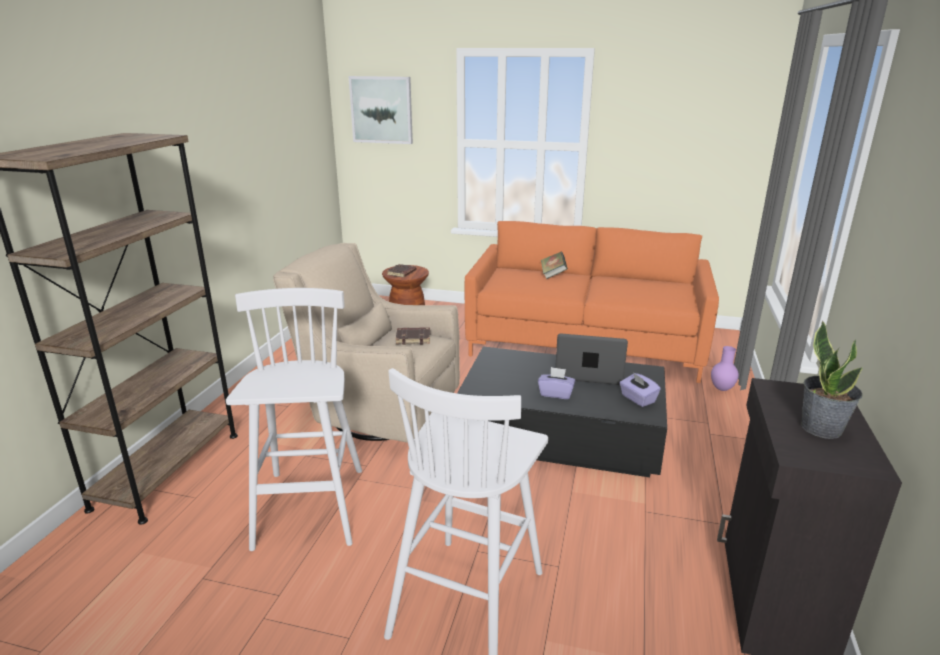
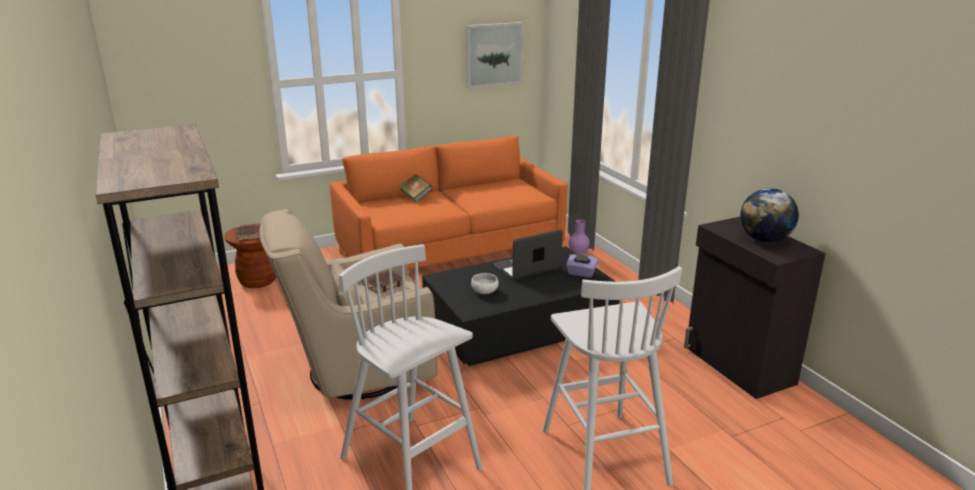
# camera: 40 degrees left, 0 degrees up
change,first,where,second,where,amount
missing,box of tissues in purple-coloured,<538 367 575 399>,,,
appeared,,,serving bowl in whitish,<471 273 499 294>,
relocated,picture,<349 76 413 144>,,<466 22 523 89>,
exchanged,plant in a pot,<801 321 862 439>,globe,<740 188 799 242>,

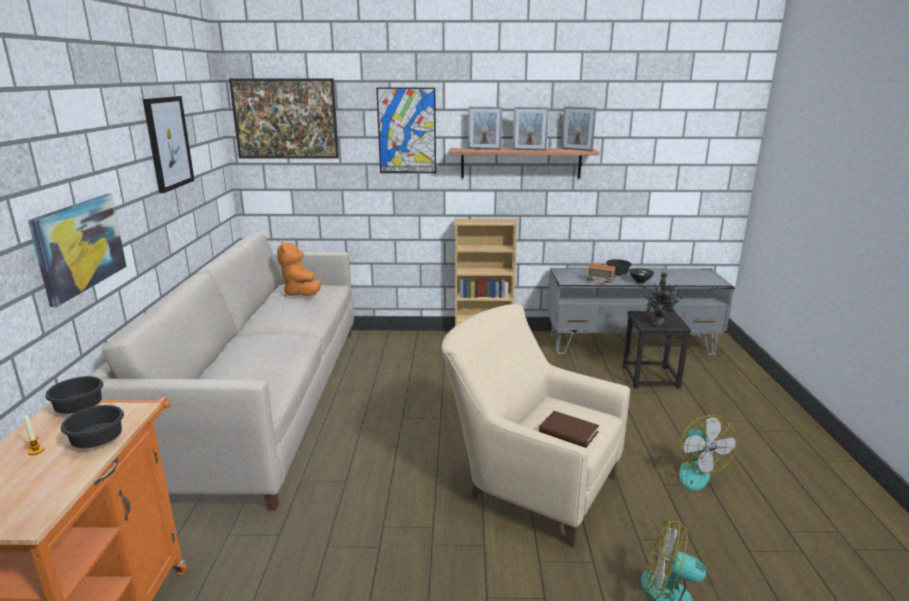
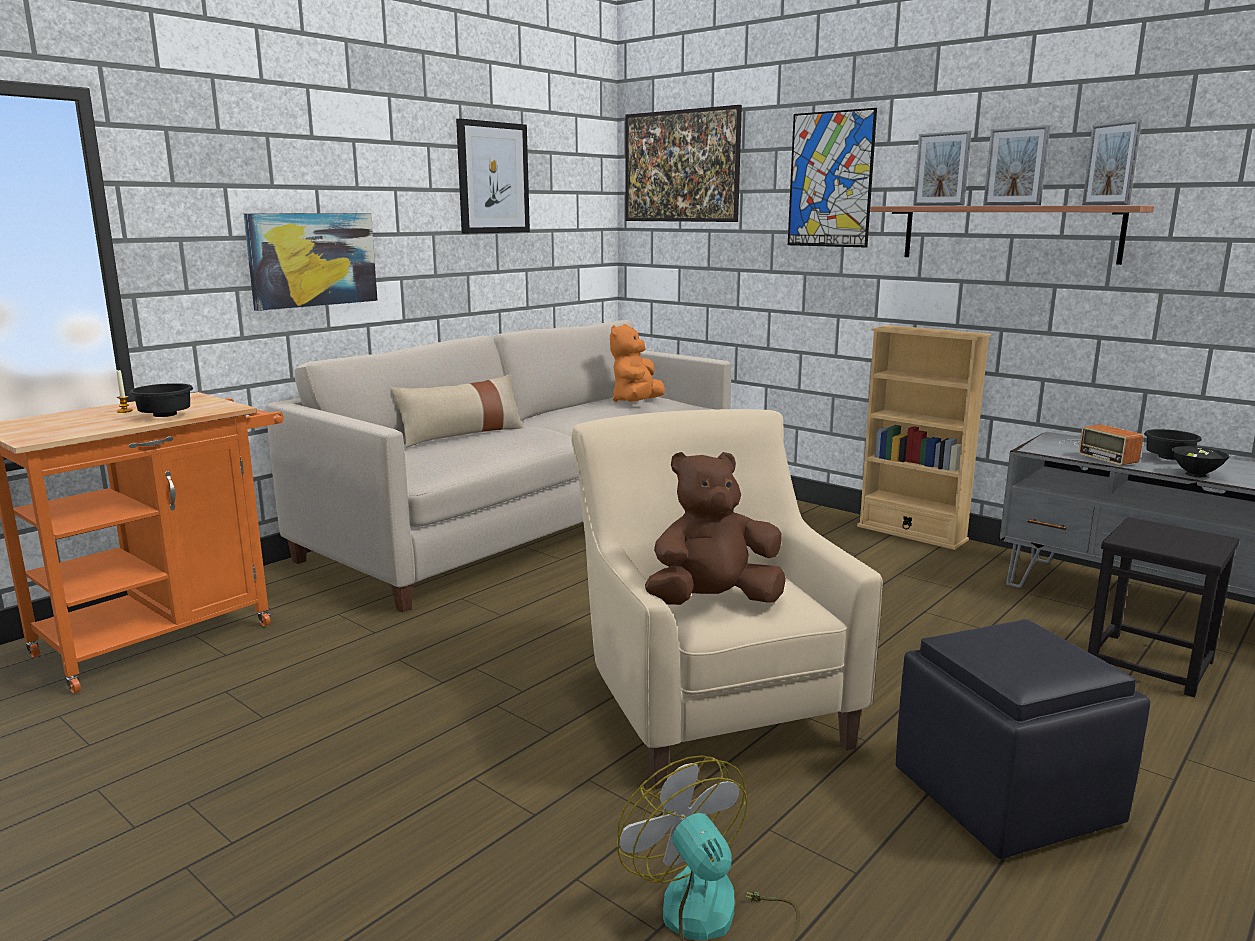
# camera: 40 degrees right, 5 degrees down
change,first,where,second,where,amount
missing,serving bowl in black-coloured,<45 376 103 414>,,,
missing,plant in a pot,<642 271 684 326>,,,
appeared,,,throw pillow in sand-coloured,<390 374 524 447>,
exchanged,bound book in brown-coloured,<539 411 599 448>,cuddly toy in brown-coloured,<645 452 786 605>,
exchanged,cooling fan,<652 415 737 491>,ottoman in black-coloured,<896 619 1150 859>,

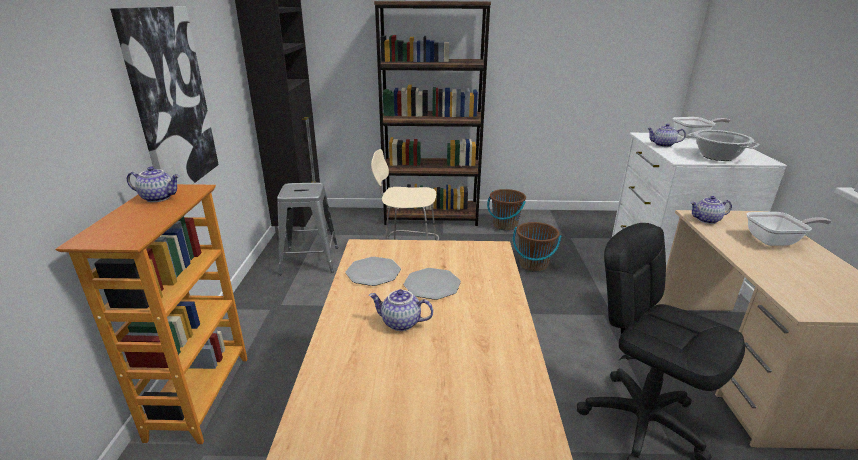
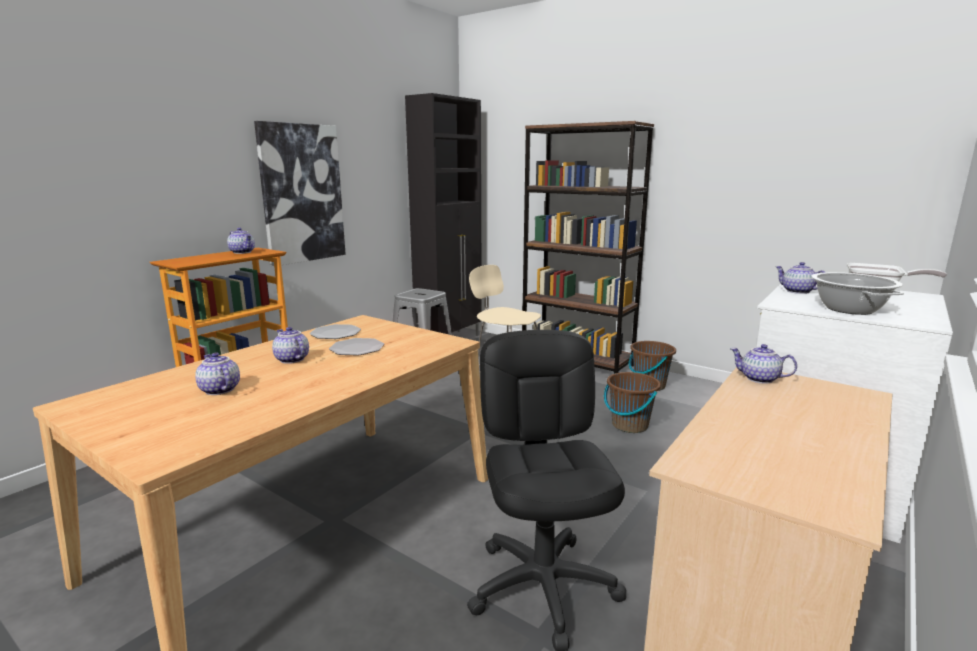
# camera: 35 degrees right, 10 degrees down
change,first,where,second,where,amount
missing,frying pan,<747 212 832 246>,,,
appeared,,,teapot,<195 353 240 395>,

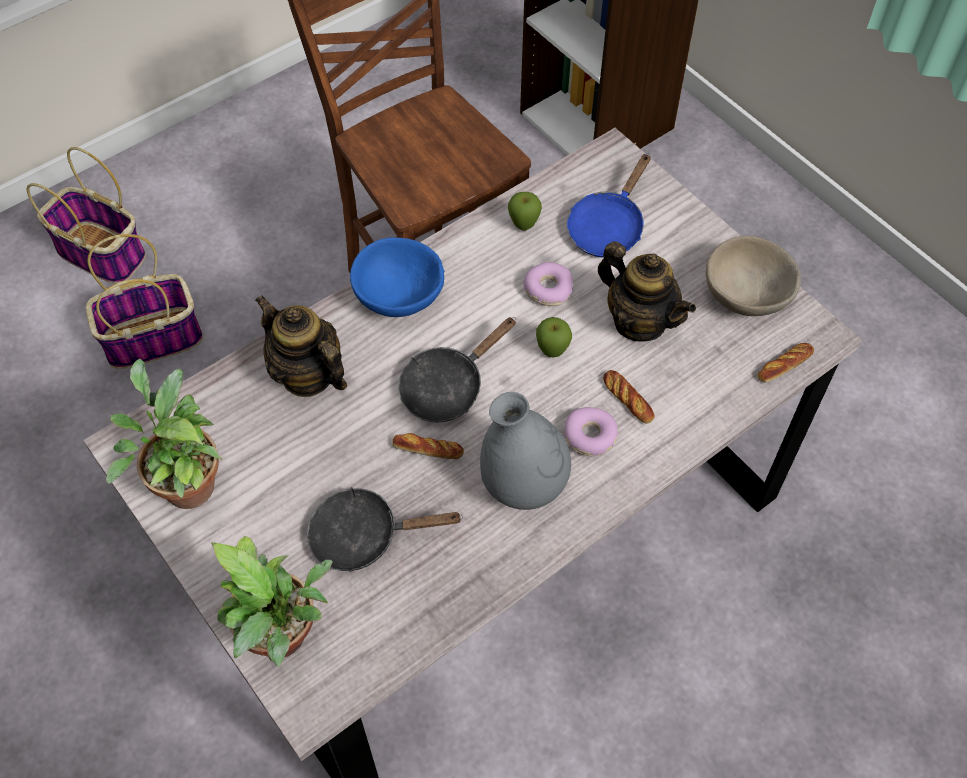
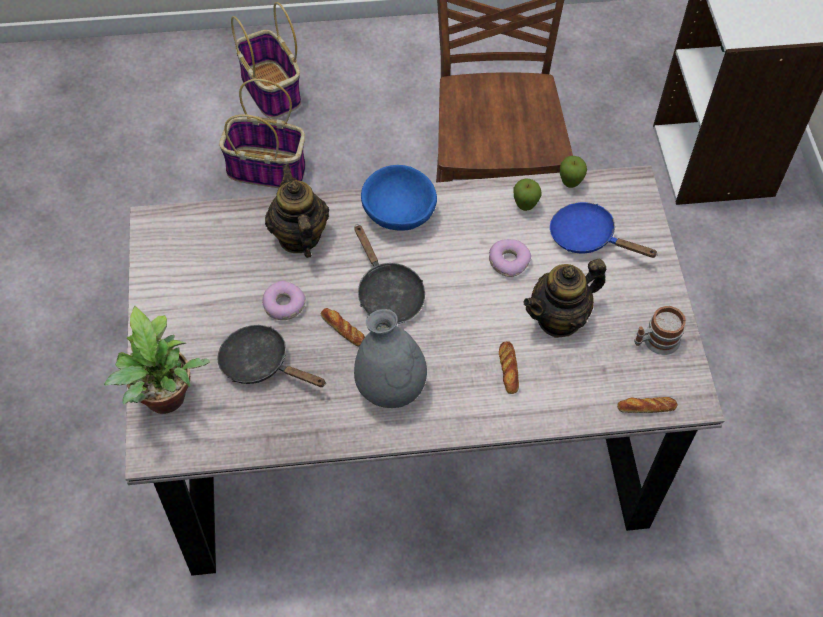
# camera: 30 degrees right, 0 degrees up
change,first,where,second,where,amount
missing,plant in a pot,<106 359 222 509>,,,
relocated,apple,<536 317 572 357>,,<560 156 587 188>,
relocated,donut,<564 407 618 456>,,<262 281 306 320>,
exchanged,serving bowl in sand-coloured,<706 236 801 316>,mug,<634 306 686 355>,
spun,frying pan in black-coloured,<398 317 516 422>,,<354 224 425 324>,105 degrees counterclockwise
spun,frying pan in bluish,<567 153 650 257>,,<550 202 658 258>,60 degrees clockwise
spun,teapot,<598 241 696 342>,,<523 259 606 338>,75 degrees clockwise

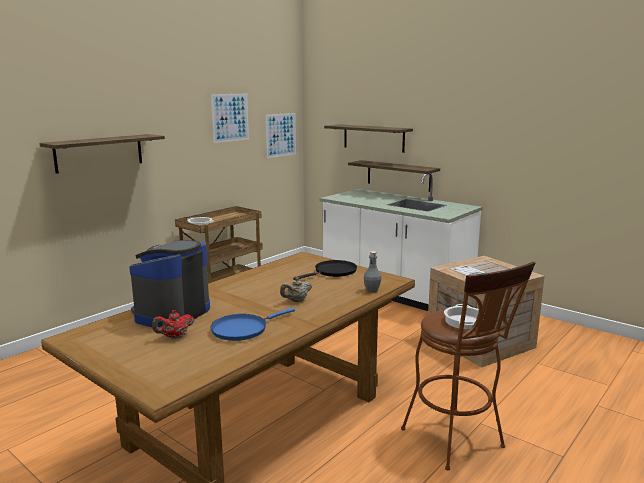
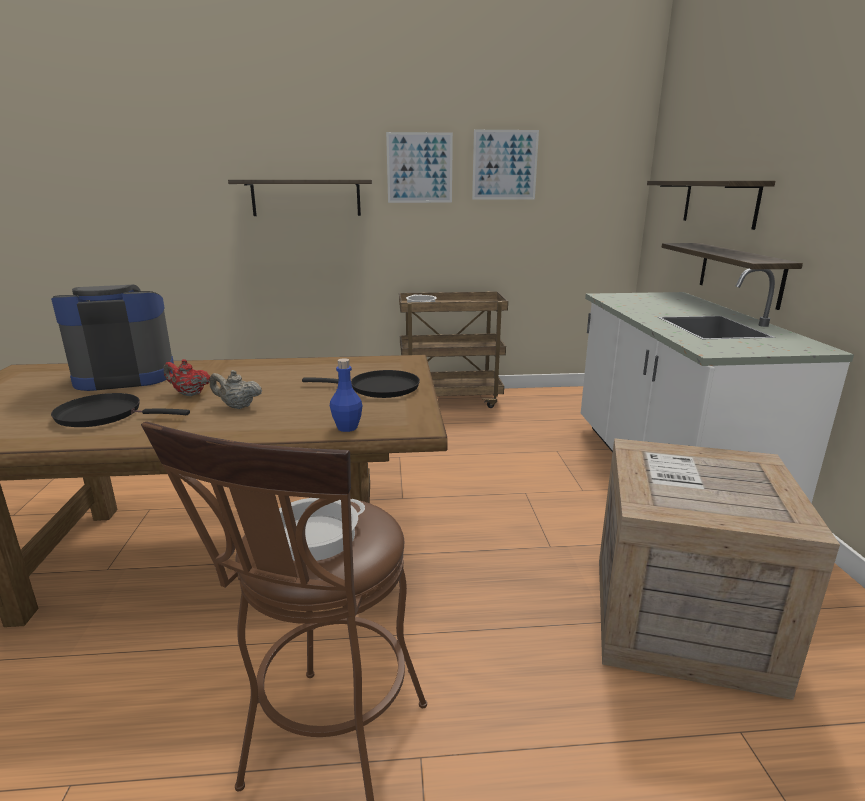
# camera: 45 degrees right, 5 degrees up
change,first,where,second,where,amount
relocated,teapot in red-coloured,<152 310 194 339>,,<164 359 210 396>,
relocated,picture,<265 113 296 158>,,<386 132 453 203>,
colour,frying pan in bluish,<211 308 295 341>,frying pan in black-coloured,<51 393 190 427>,
colour,bottle in grey,<364 251 381 292>,bottle in bluish,<330 358 363 432>,

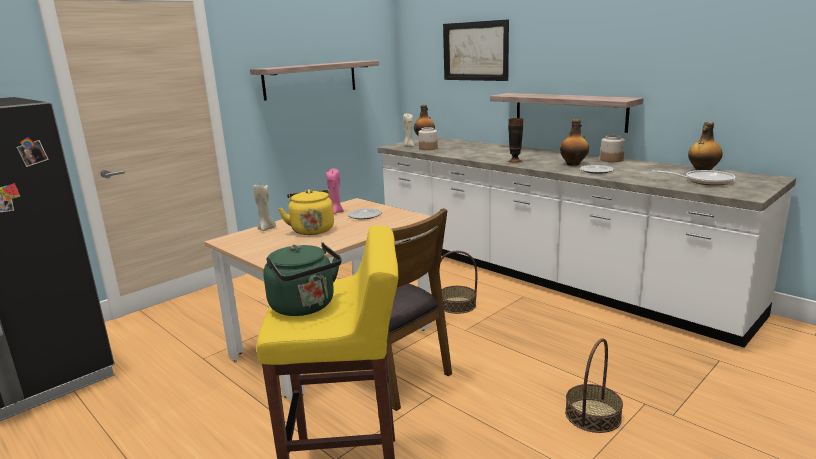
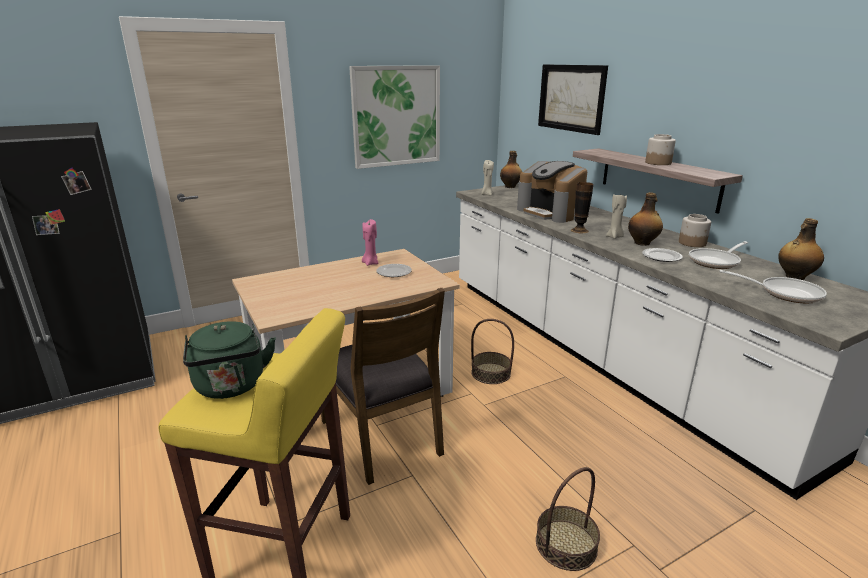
# camera: 15 degrees right, 5 degrees up
change,first,where,second,where,amount
missing,kettle in yellowish,<278 189 334 235>,,,
appeared,,,coffee maker,<517 161 587 223>,
appeared,,,frying pan,<689 241 748 269>,
relocated,wax candle in sand-coloured,<253 184 276 231>,,<606 193 627 239>,
relocated,storage jar,<418 127 438 150>,,<645 134 676 165>,
exchanged,bracket shelf,<250 61 379 101>,picture,<349 65 440 169>,

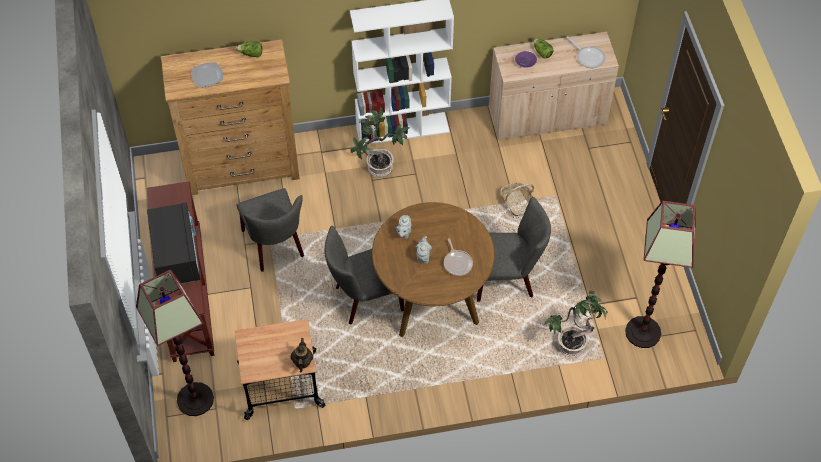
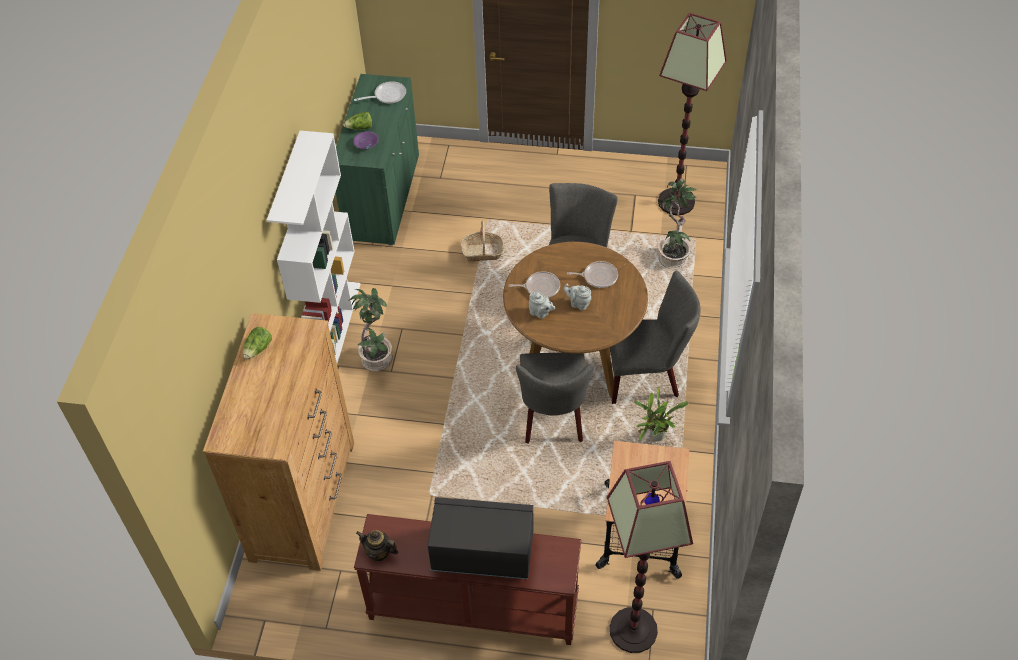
# camera: 70 degrees left, 5 degrees down
change,first,where,second,where,amount
missing,plate,<192 62 223 87>,,,
appeared,,,frying pan,<508 271 560 298>,
appeared,,,plant in a pot,<634 387 689 442>,
relocated,chair in grey,<237 188 304 272>,,<610 271 701 404>,
relocated,teapot,<290 338 313 372>,,<356 530 398 562>,
colour,cupboard in sand-coloured,<489 32 619 140>,cupboard in green-coloured,<336 74 419 246>,

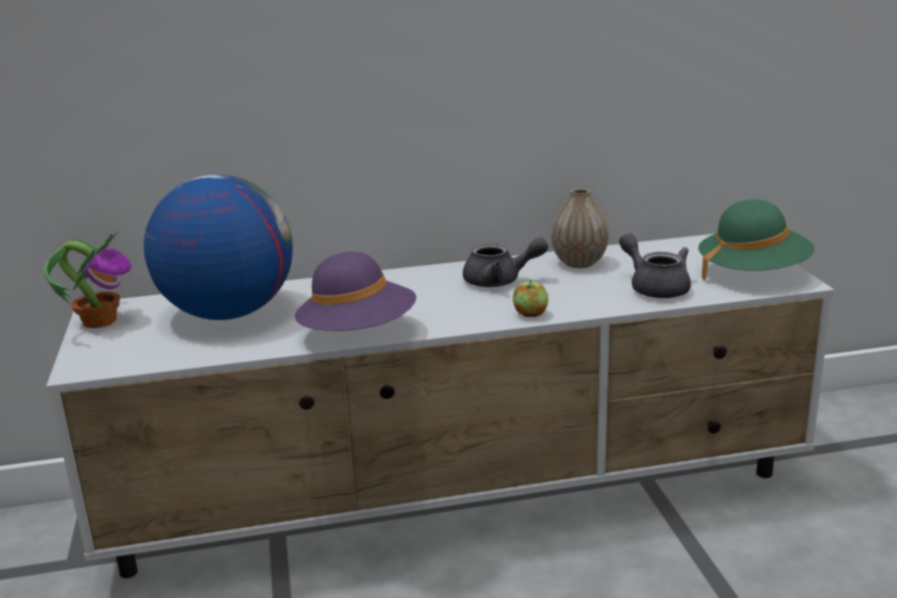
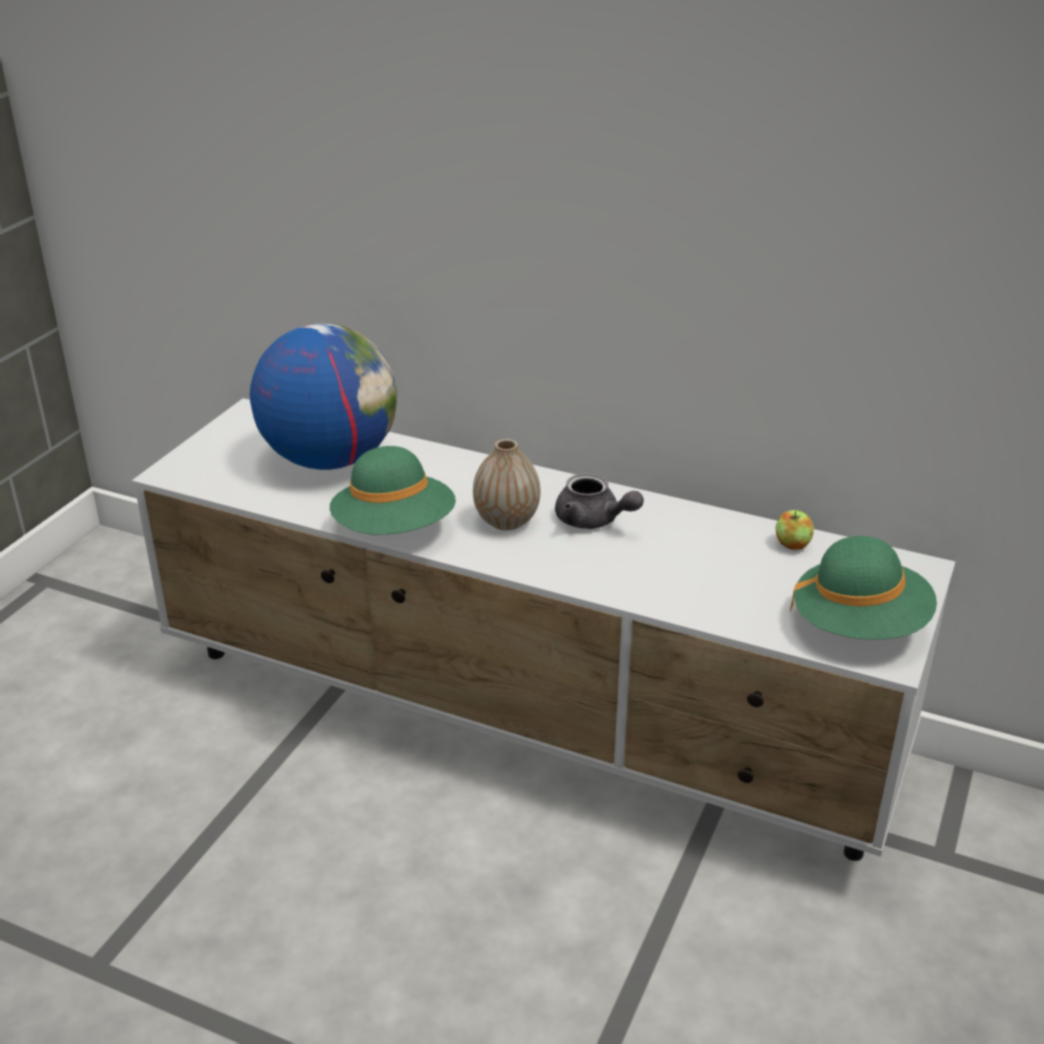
# camera: 35 degrees right, 10 degrees up
change,first,where,second,where,amount
missing,plant in a pot,<44 231 131 328>,,,
missing,teapot in grey,<619 233 691 298>,,,
relocated,apple,<513 280 548 317>,,<776 510 814 550>,
relocated,vase,<551 188 609 268>,,<473 439 540 530>,
colour,wearable hat in purple-coloured,<295 252 416 331>,wearable hat in green-coloured,<330 446 456 535>,

